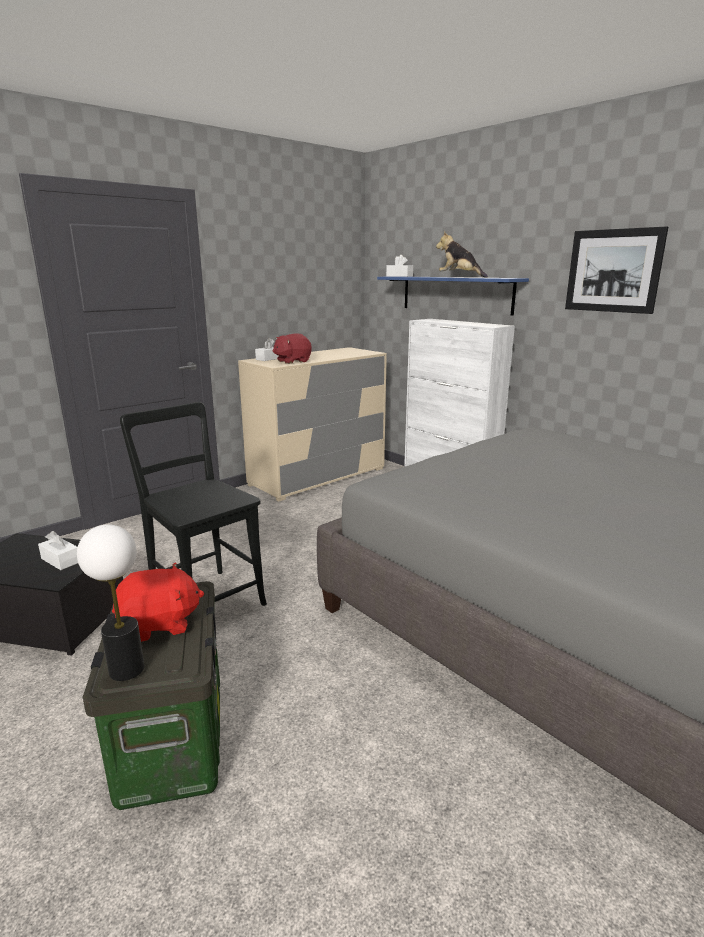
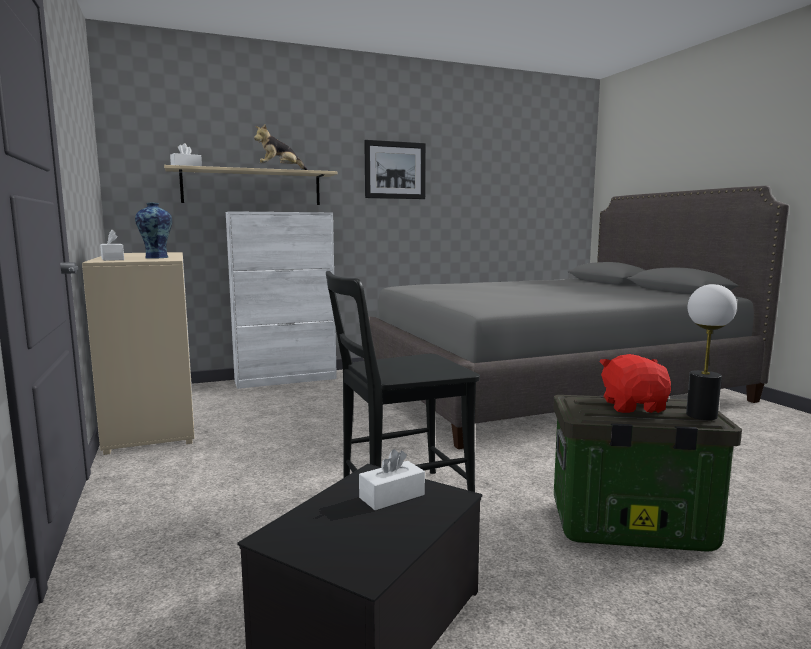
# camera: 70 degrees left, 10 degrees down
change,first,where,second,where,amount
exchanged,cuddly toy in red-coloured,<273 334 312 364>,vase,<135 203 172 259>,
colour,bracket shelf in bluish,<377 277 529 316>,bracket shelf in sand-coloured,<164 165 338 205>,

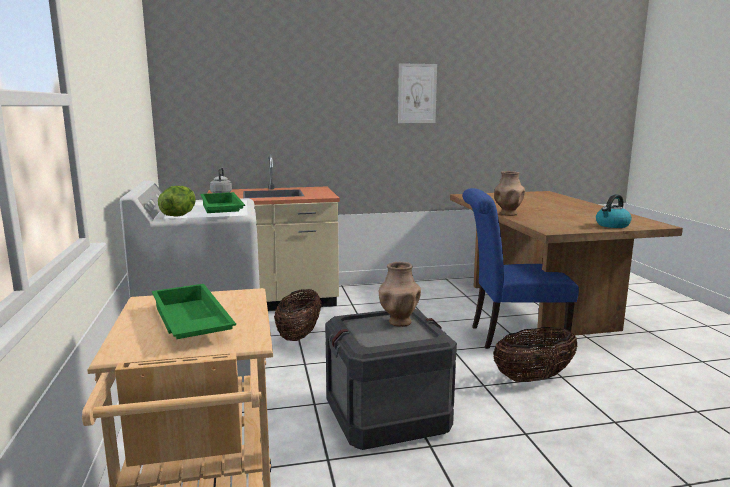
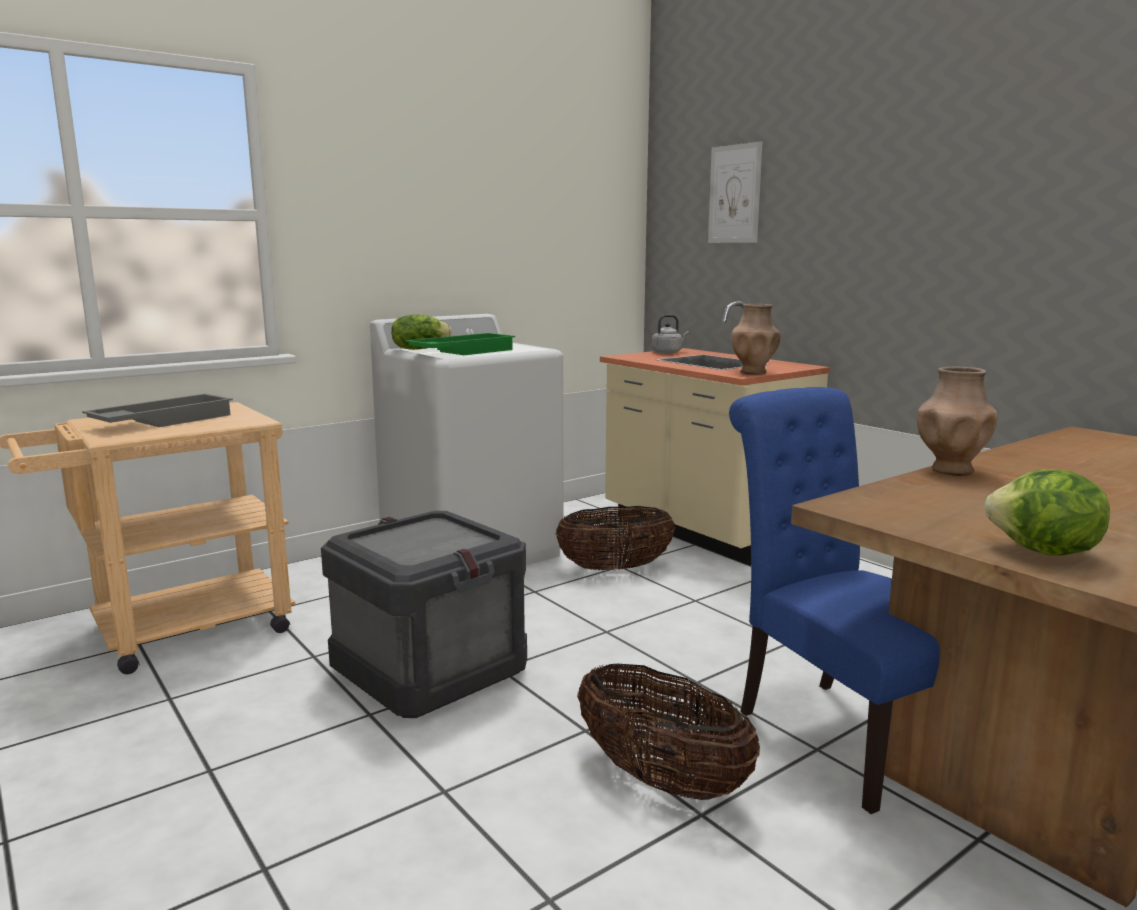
# camera: 65 degrees right, 0 degrees up
change,first,where,second,where,amount
relocated,vase in brown-coloured,<379 262 421 327>,,<732 304 781 375>,
relocated,picture,<398 63 437 123>,,<708 141 763 243>,
exchanged,kettle,<596 194 632 228>,lettuce,<984 469 1110 556>,
colour,serving tray in green-coloured,<152 284 236 339>,serving tray in grey,<82 394 233 427>,

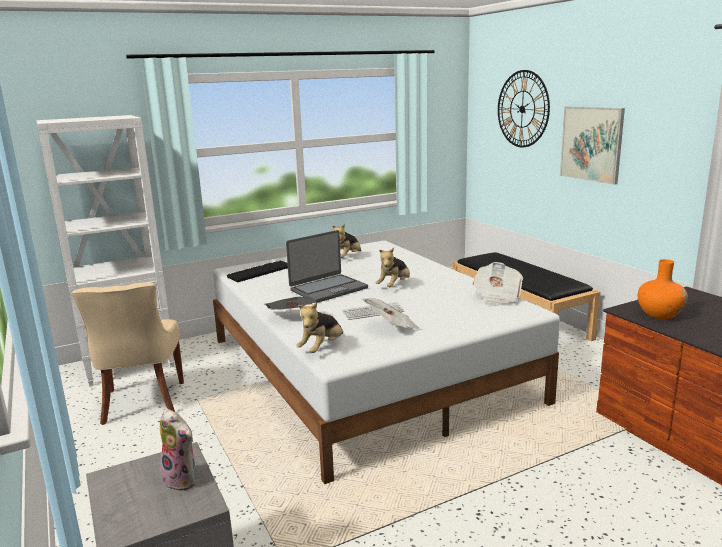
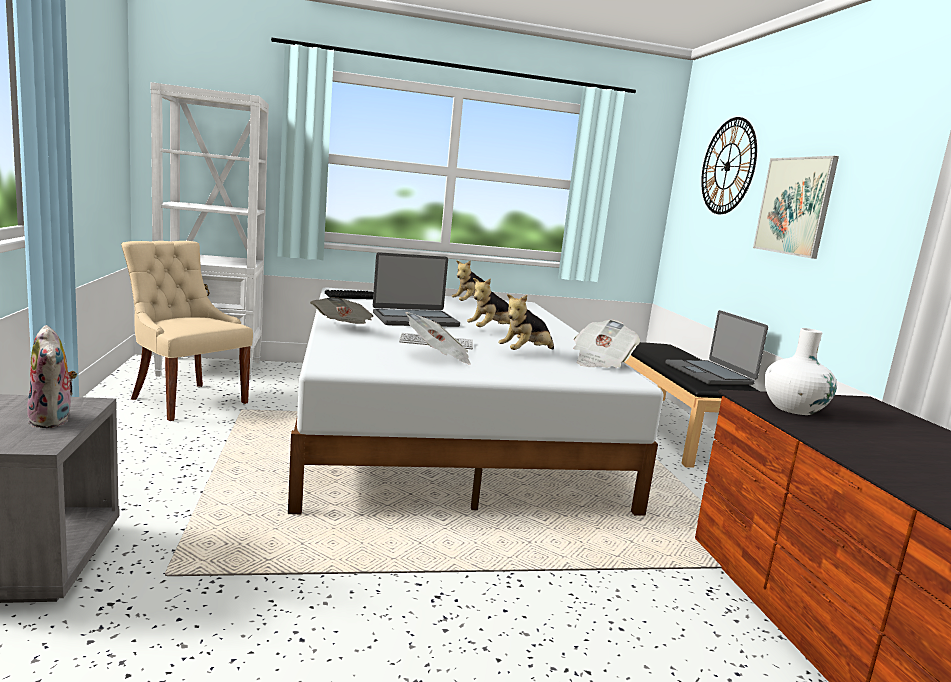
# camera: 15 degrees right, 5 degrees down
change,first,where,second,where,amount
appeared,,,laptop,<666 310 768 385>,
relocated,cuddly toy,<296 302 343 353>,,<498 294 554 350>,
colour,vase in orangey,<638 259 688 319>,vase in whitish,<765 328 837 415>,
spun,chair in sand-coloured,<72 282 184 425>,,<121 241 253 421>,120 degrees clockwise

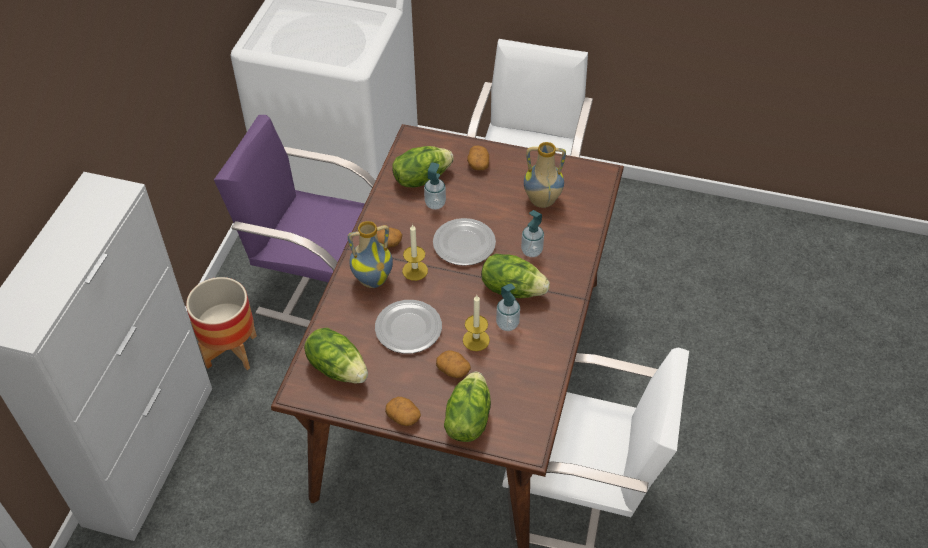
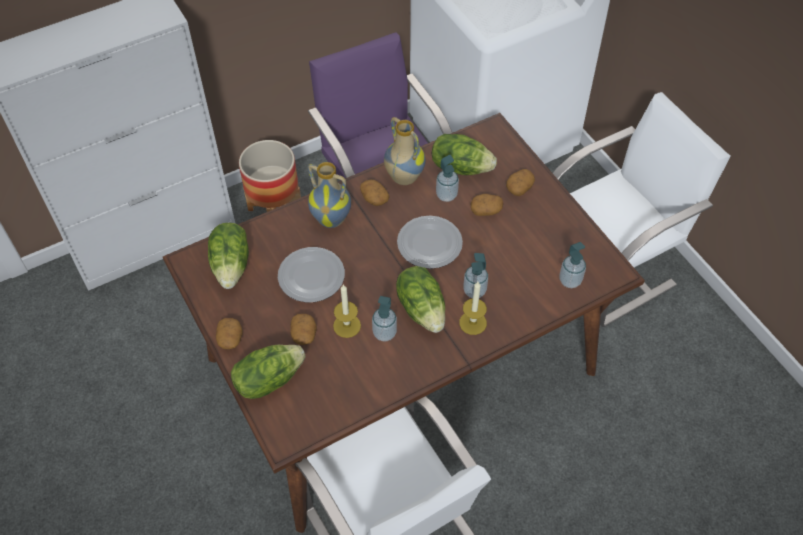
# camera: 45 degrees right, 5 degrees up
change,first,where,second,where,amount
appeared,,,whole potato,<471 194 503 216>,
appeared,,,liquid soap bottle,<559 242 586 288>,
relocated,wax candle,<402 224 428 281>,,<459 282 487 335>,
relocated,vase,<524 142 566 208>,,<384 117 425 185>,

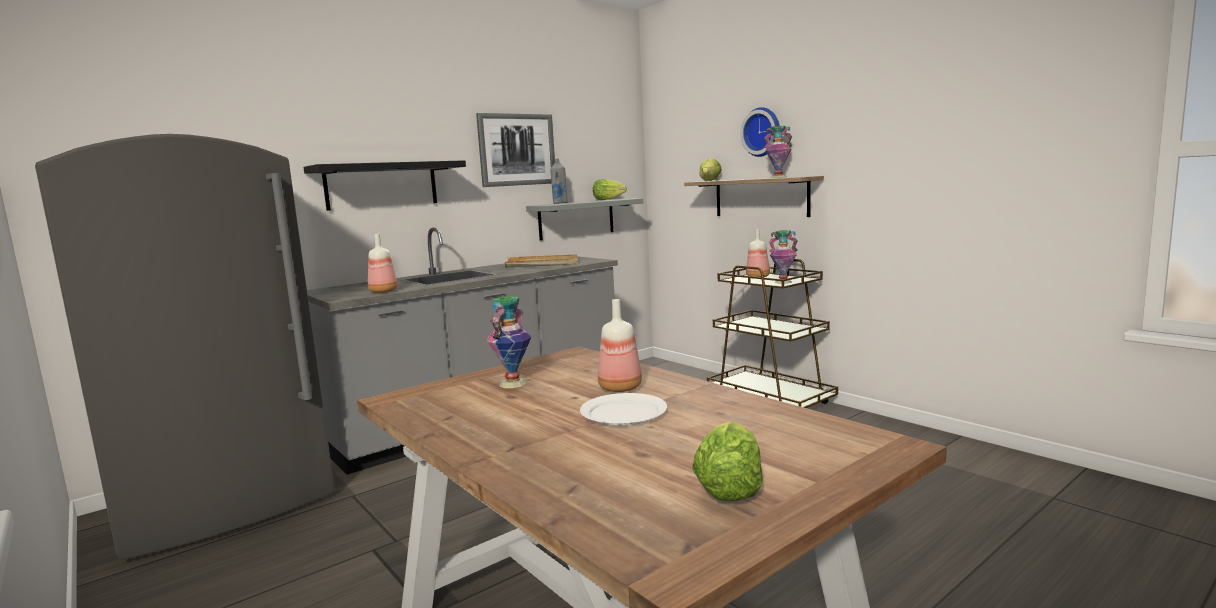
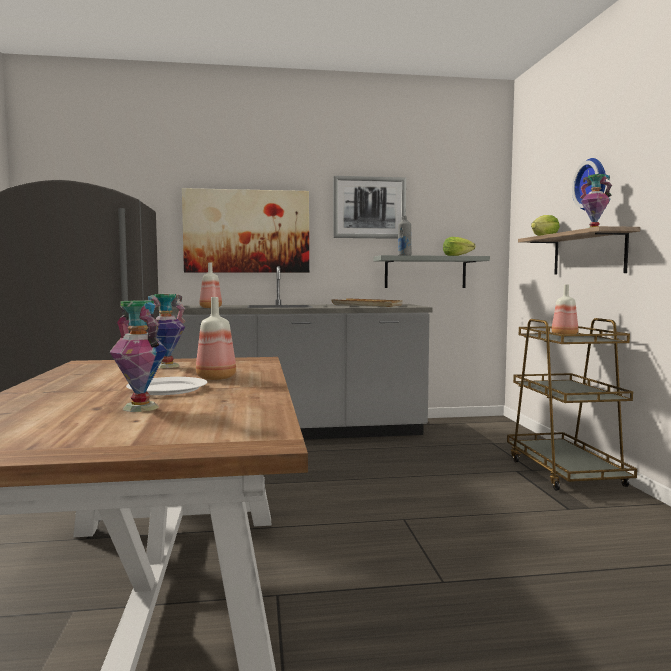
# camera: 30 degrees right, 5 degrees down
change,first,where,second,where,amount
missing,lettuce,<692 421 763 501>,,,
relocated,vase,<769 230 798 284>,,<110 300 167 412>,
exchanged,bracket shelf in black-coloured,<303 160 466 211>,picture,<182 188 309 273>,

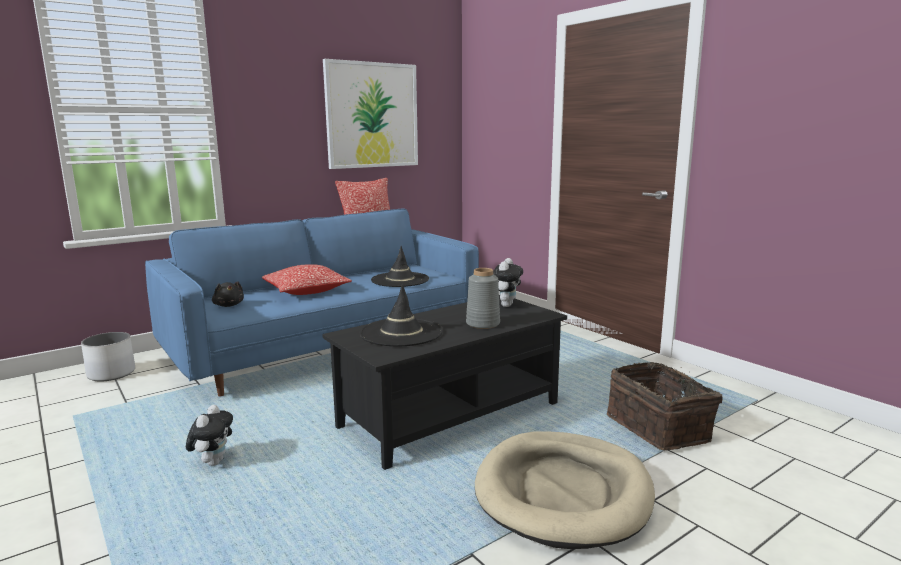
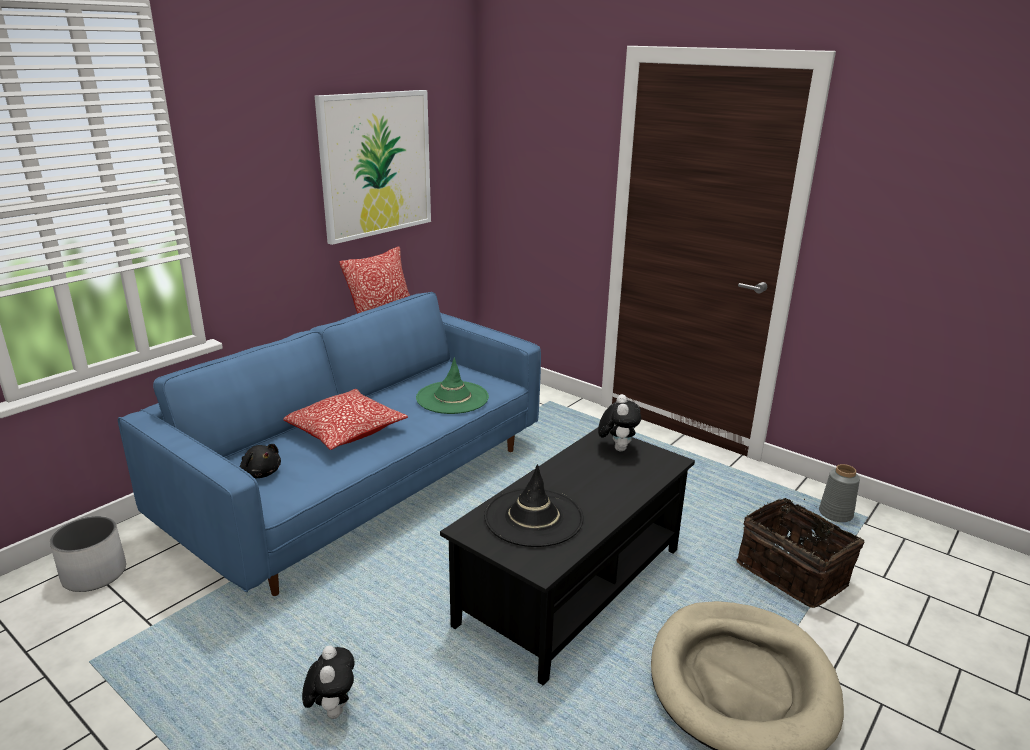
# camera: 15 degrees left, 10 degrees up
change,first,where,second,where,amount
relocated,vase in grey,<466 268 500 329>,,<819 464 860 522>,
colour,wearable hat in black-coloured,<371 246 429 287>,wearable hat in green-coloured,<416 358 489 414>,

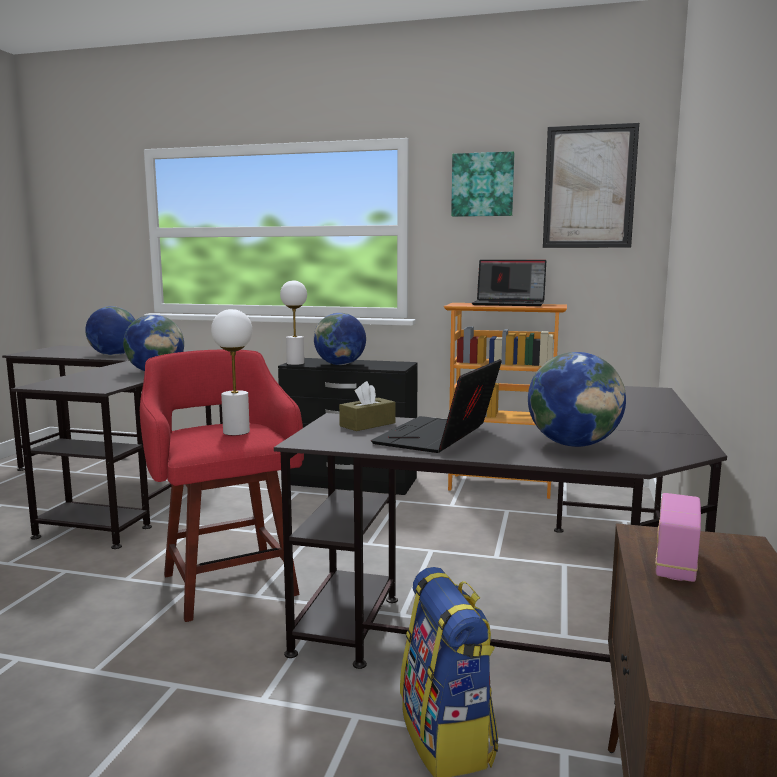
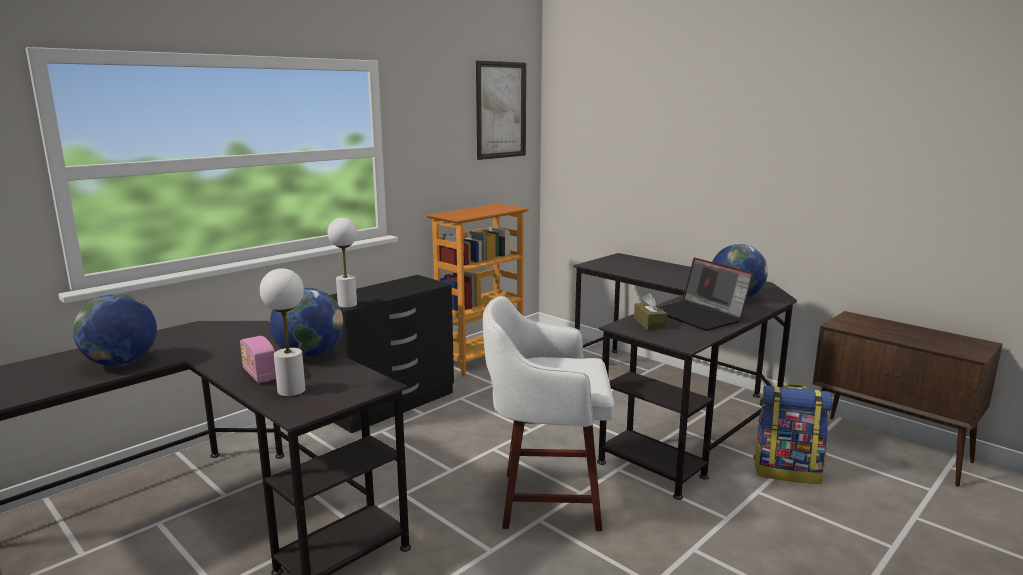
# camera: 60 degrees left, 5 degrees up
change,first,where,second,where,amount
missing,globe,<314 313 366 365>,,,
missing,picture,<451 151 514 217>,,,
missing,laptop,<472 260 546 306>,,,
relocated,tabletop lamp in whitish,<211 309 253 435>,,<260 268 305 396>,
relocated,radio set,<655 493 701 582>,,<240 336 276 383>,
colour,stool seat in red-coloured,<140 349 304 622>,stool seat in whitish,<483 296 614 531>,

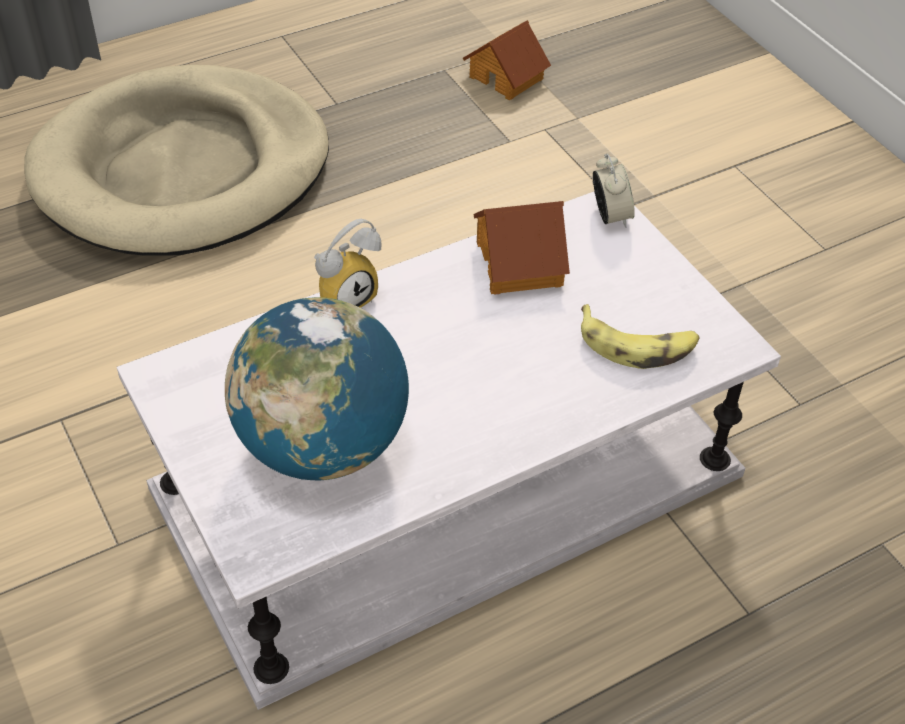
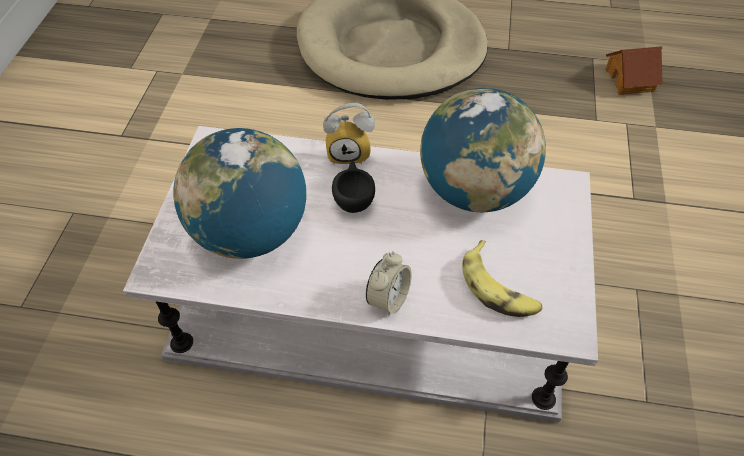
# camera: 40 degrees right, 5 degrees up
change,first,where,second,where,amount
appeared,,,cup in black-coloured,<332 161 375 213>,
relocated,alarm clock,<593 153 635 228>,,<366 252 412 316>,
exchanged,miniature house,<474 201 570 294>,globe,<420 88 546 212>,

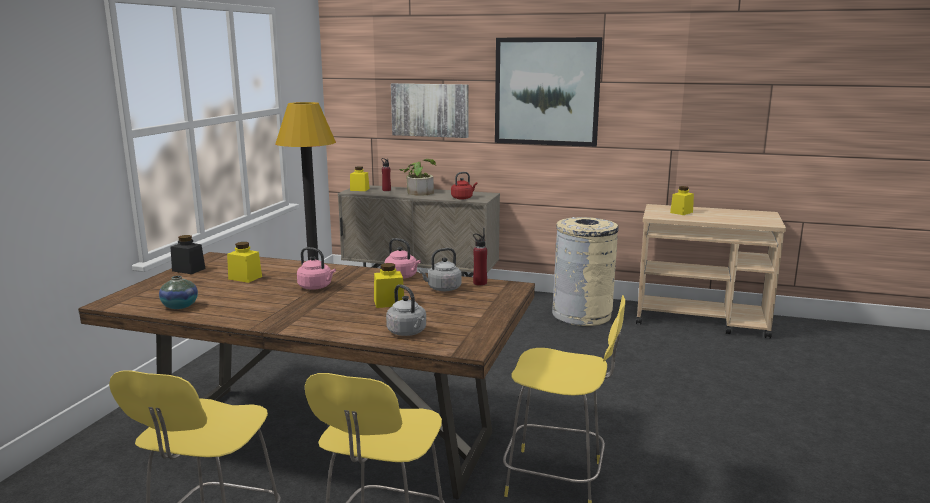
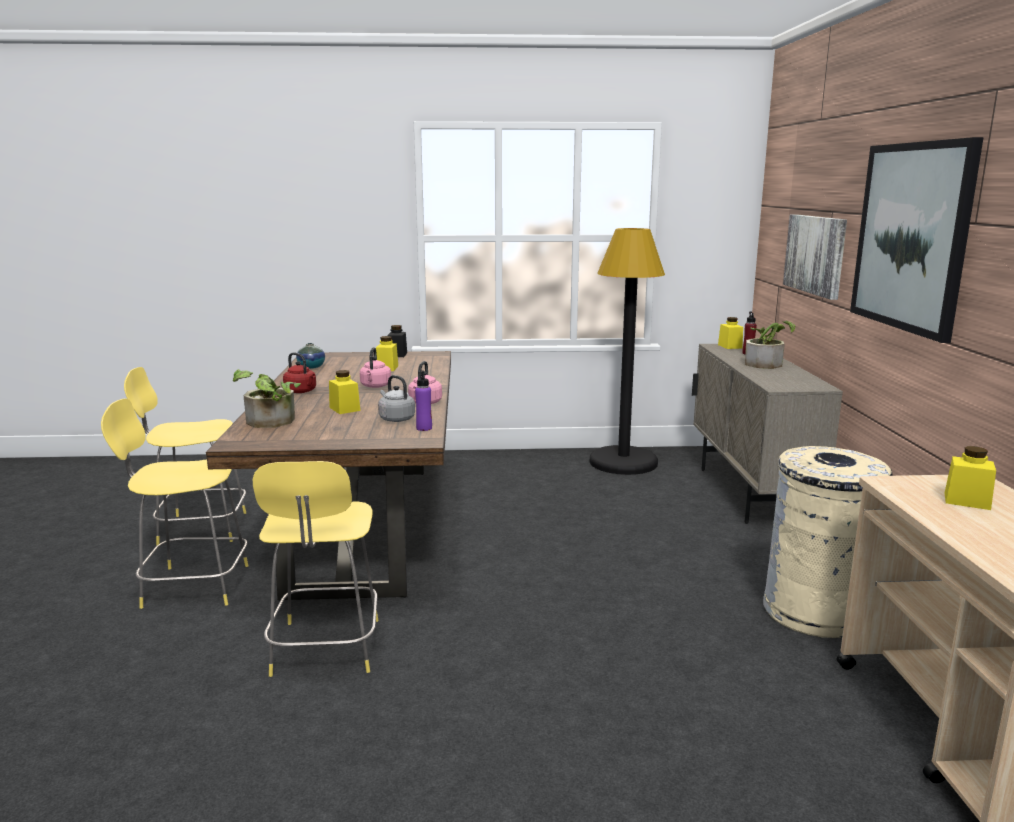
# camera: 70 degrees right, 0 degrees up
change,first,where,second,where,amount
relocated,kettle in red-coloured,<451 172 478 199>,,<283 352 316 393>,
exchanged,kettle in grey,<386 284 426 336>,plant in a pot,<233 369 301 428>,
colour,bottle in red-coloured,<473 233 487 286>,bottle in purple-coloured,<415 370 432 431>,

